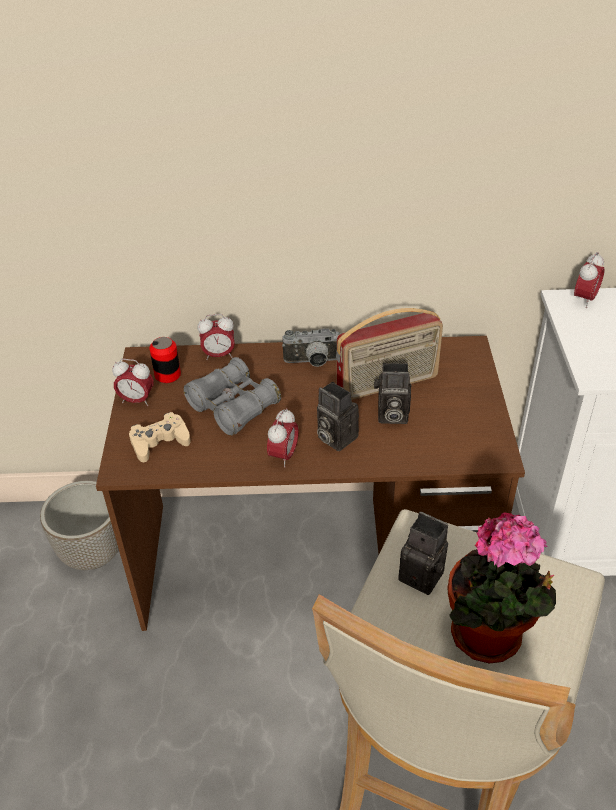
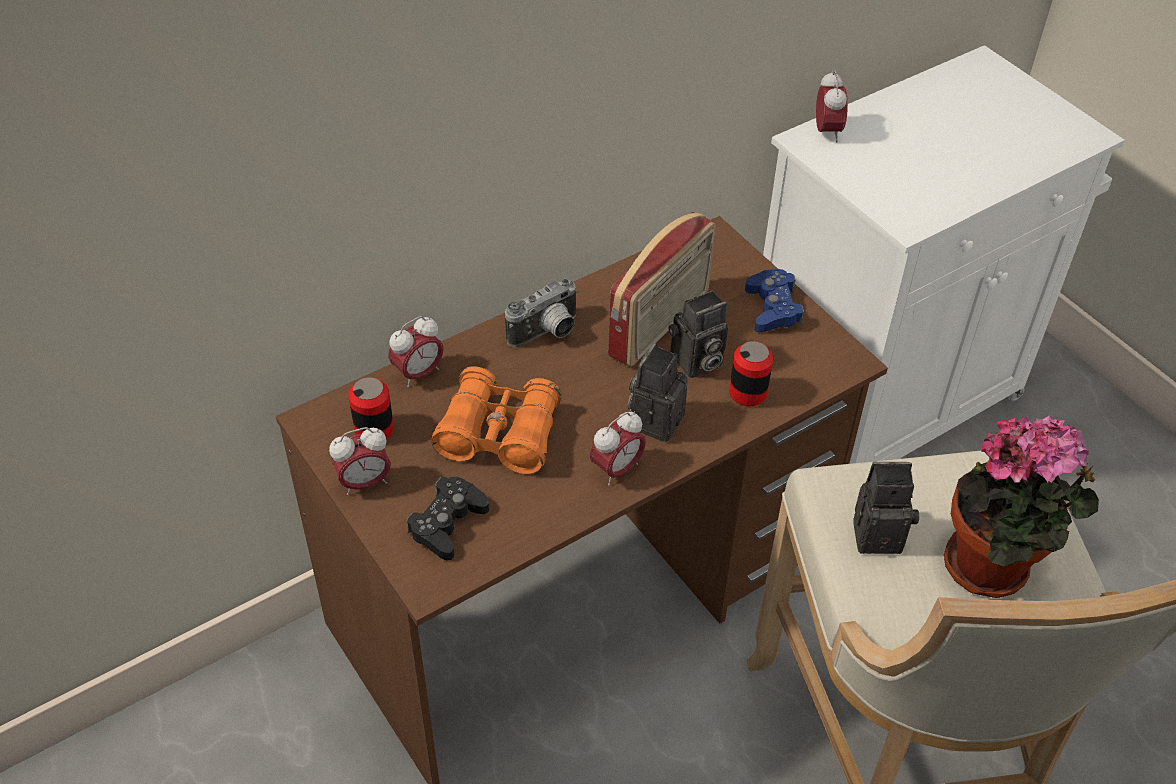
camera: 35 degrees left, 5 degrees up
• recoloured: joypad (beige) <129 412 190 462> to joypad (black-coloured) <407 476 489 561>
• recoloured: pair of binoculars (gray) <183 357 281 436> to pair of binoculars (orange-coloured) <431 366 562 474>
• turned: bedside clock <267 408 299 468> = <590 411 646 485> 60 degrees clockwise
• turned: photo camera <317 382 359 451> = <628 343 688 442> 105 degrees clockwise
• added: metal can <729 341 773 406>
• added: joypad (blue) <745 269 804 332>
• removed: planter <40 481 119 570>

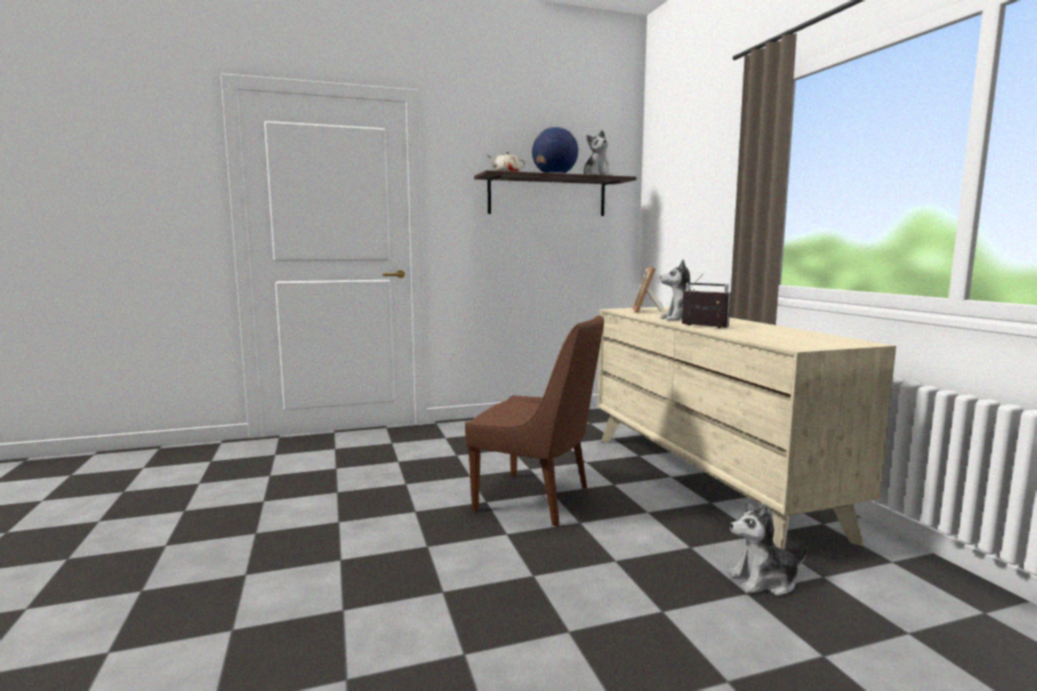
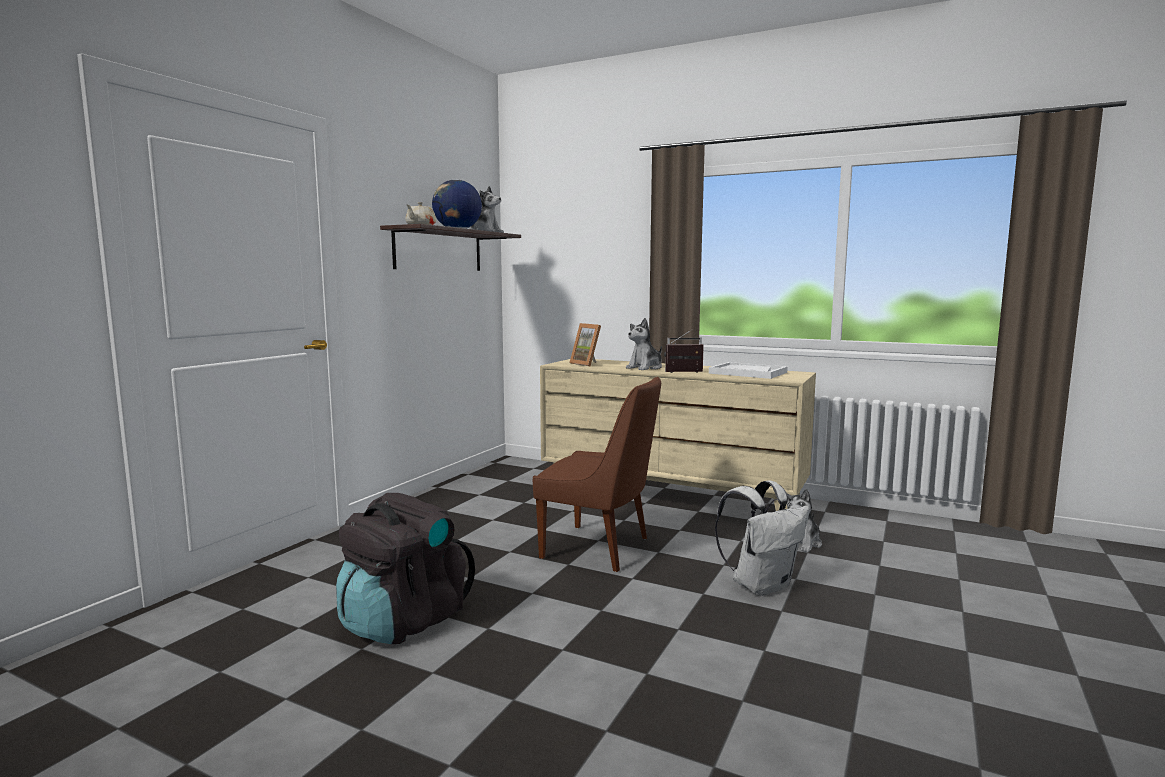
camera: 45 degrees left, 0 degrees up
• added: rucksack (black-coloured) <336 493 475 644>
• turned: plain chair (brown-coloured) <465 315 604 527> = <533 377 661 572> 45 degrees clockwise
• added: serving tray (white) <709 362 788 379>
• added: rucksack (white) <715 480 810 596>

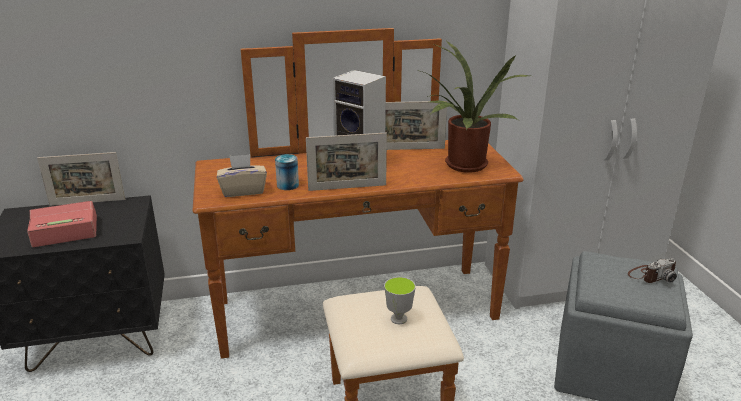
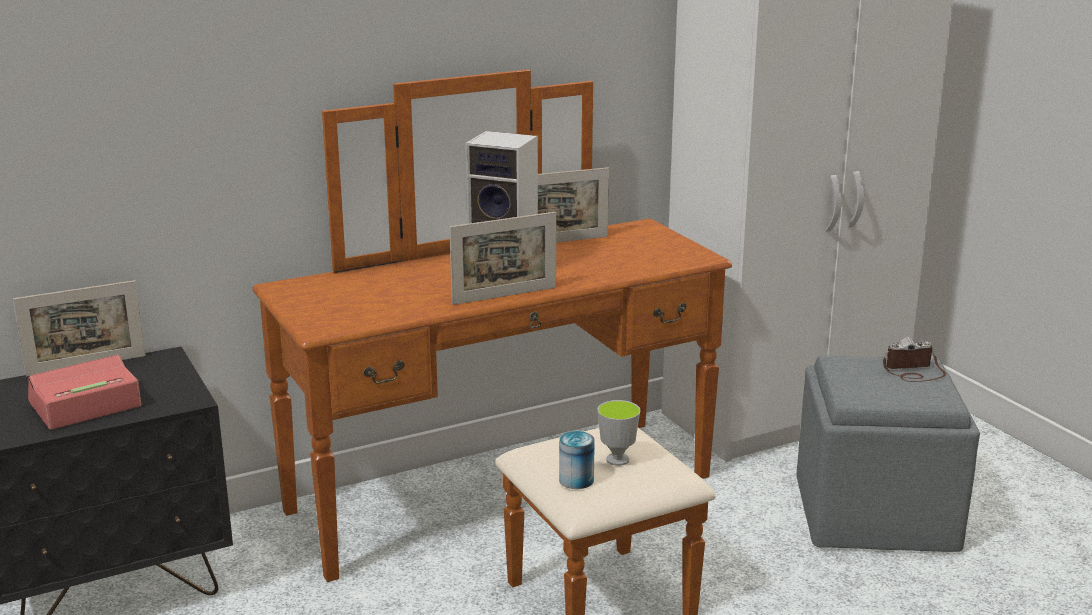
camera: 15 degrees left, 5 degrees down
• moved: metal can <275 154 299 190> to <559 431 595 489>
• turned: photo camera <628 258 677 283> = <883 337 946 382> 150 degrees counterclockwise
• removed: tissue box (beige) <217 154 267 197>
• removed: plant in a pot <416 40 530 173>

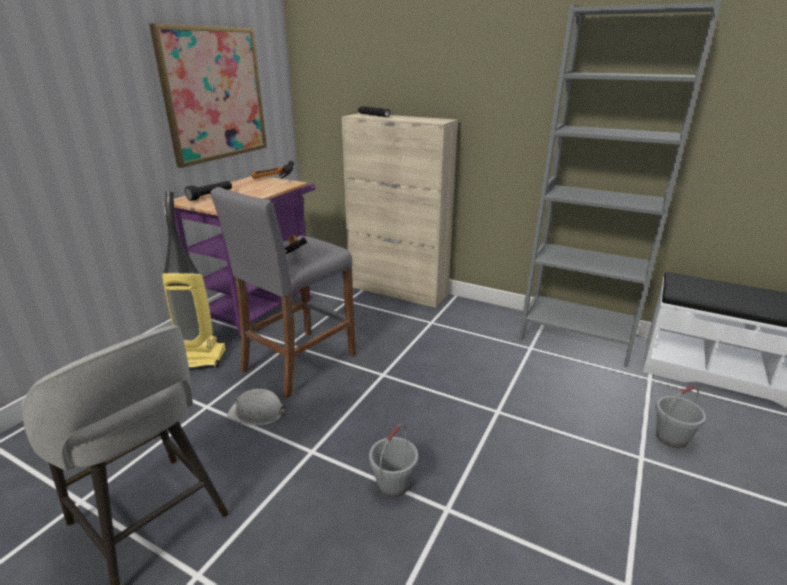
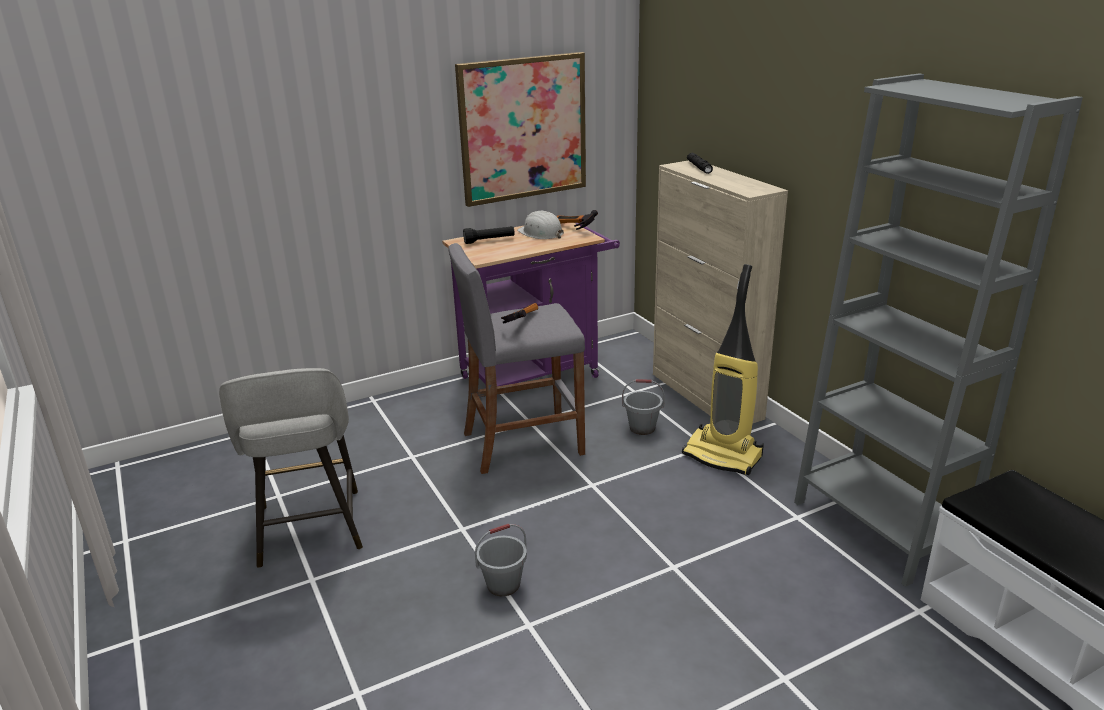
camera: 35 degrees right, 0 degrees up
• moved: safety helmet (white) <227 389 287 425> to <517 211 564 239>
• moved: water bucket (gray) <656 385 706 448> to <622 379 665 435>
• moved: hoover <162 191 227 370> to <682 264 764 475>

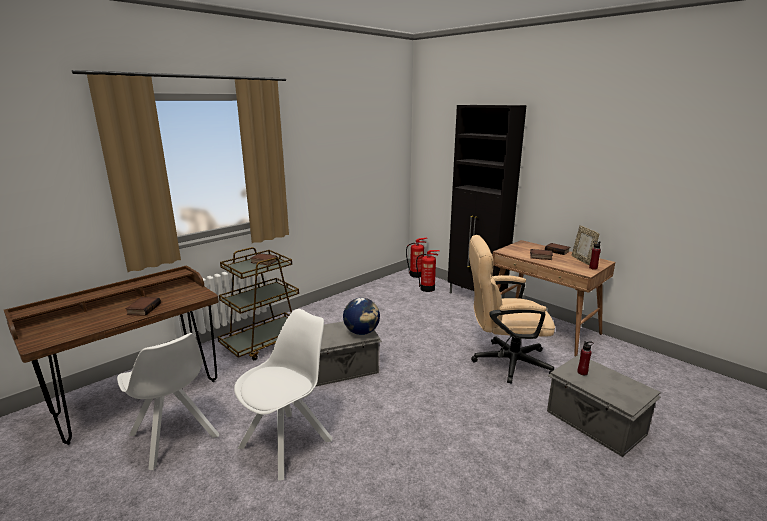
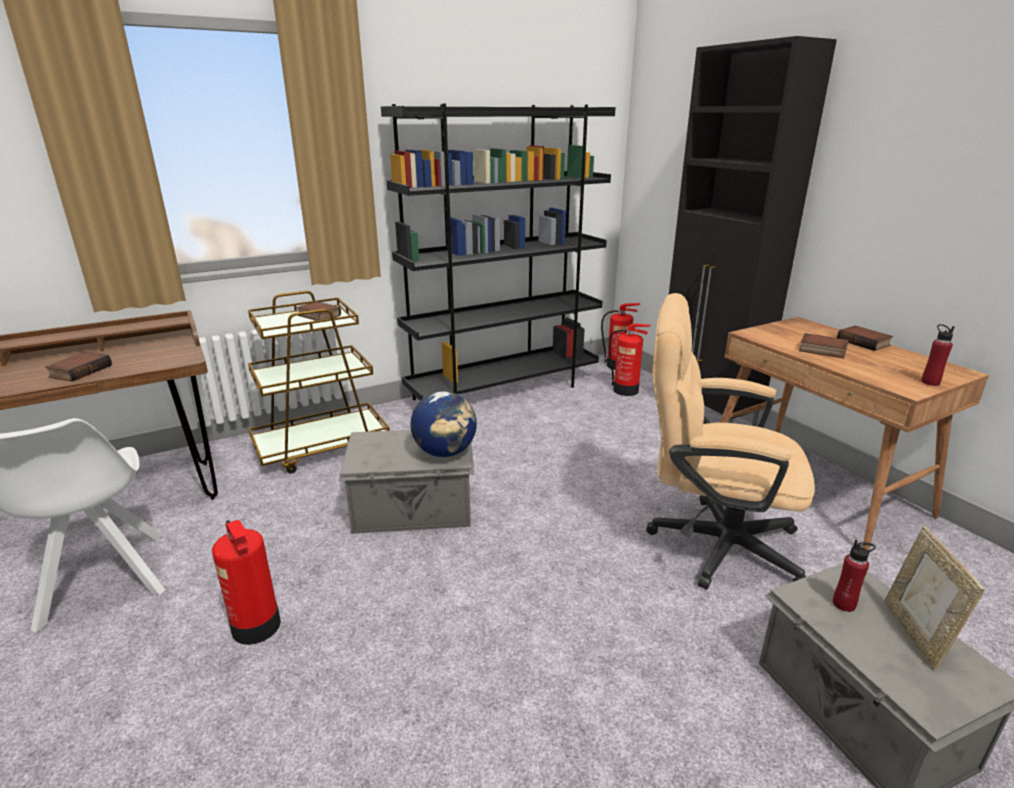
camera: 15 degrees right, 5 degrees up
• replaced: plain chair (white) <234 309 332 481> to fire extinguisher <212 520 281 645>
• added: bookcase (black-coloured) <381 103 616 401>
• moved: standing frame <571 225 599 265> to <885 526 984 670>

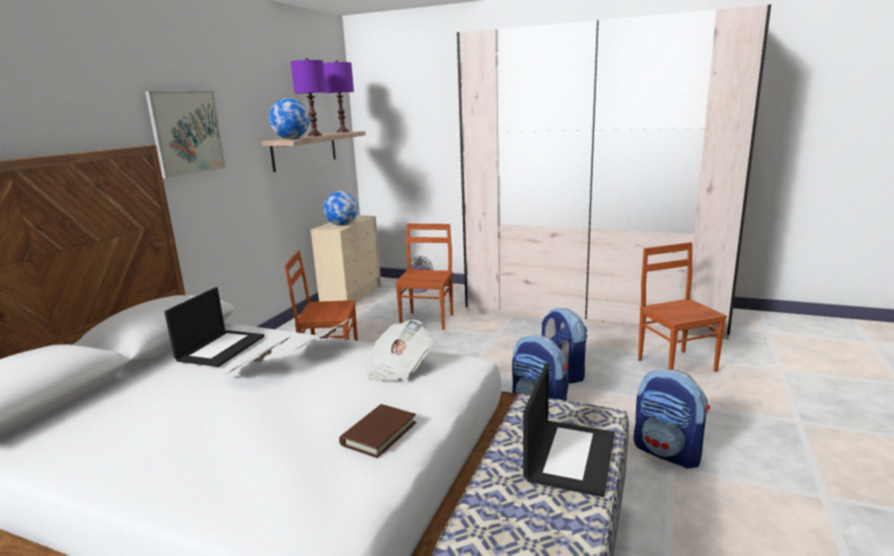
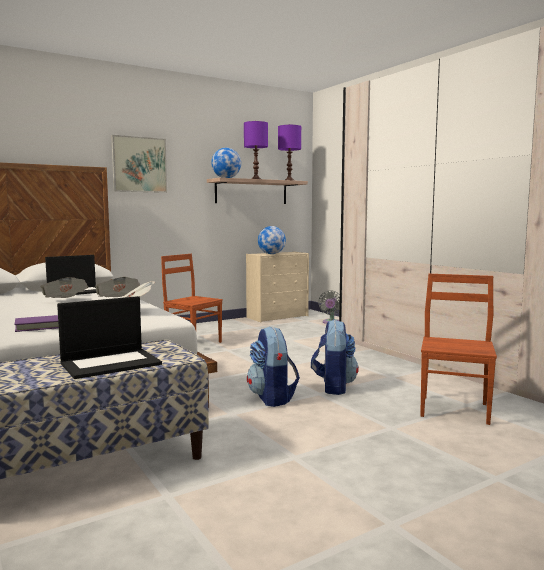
camera: 35 degrees right, 10 degrees down
• recoloured: volume (brown-coloured) <339 404 416 458> to volume (purple) <14 315 59 332>
• removed: plain chair (brown-coloured) <395 224 453 330>
• removed: rucksack <633 369 710 469>

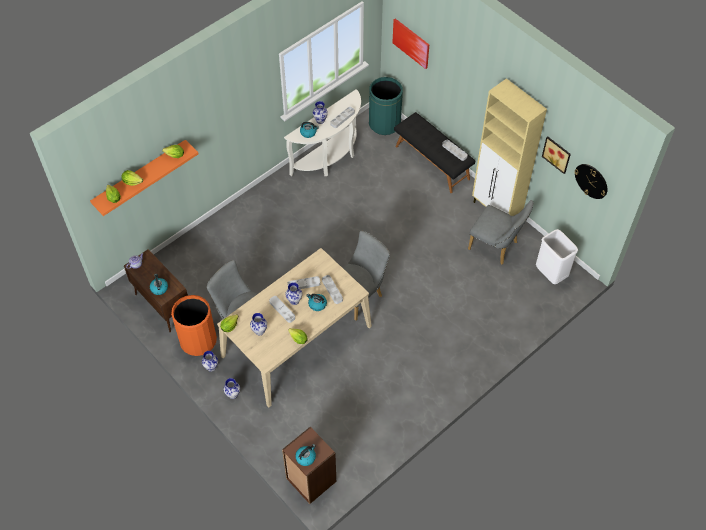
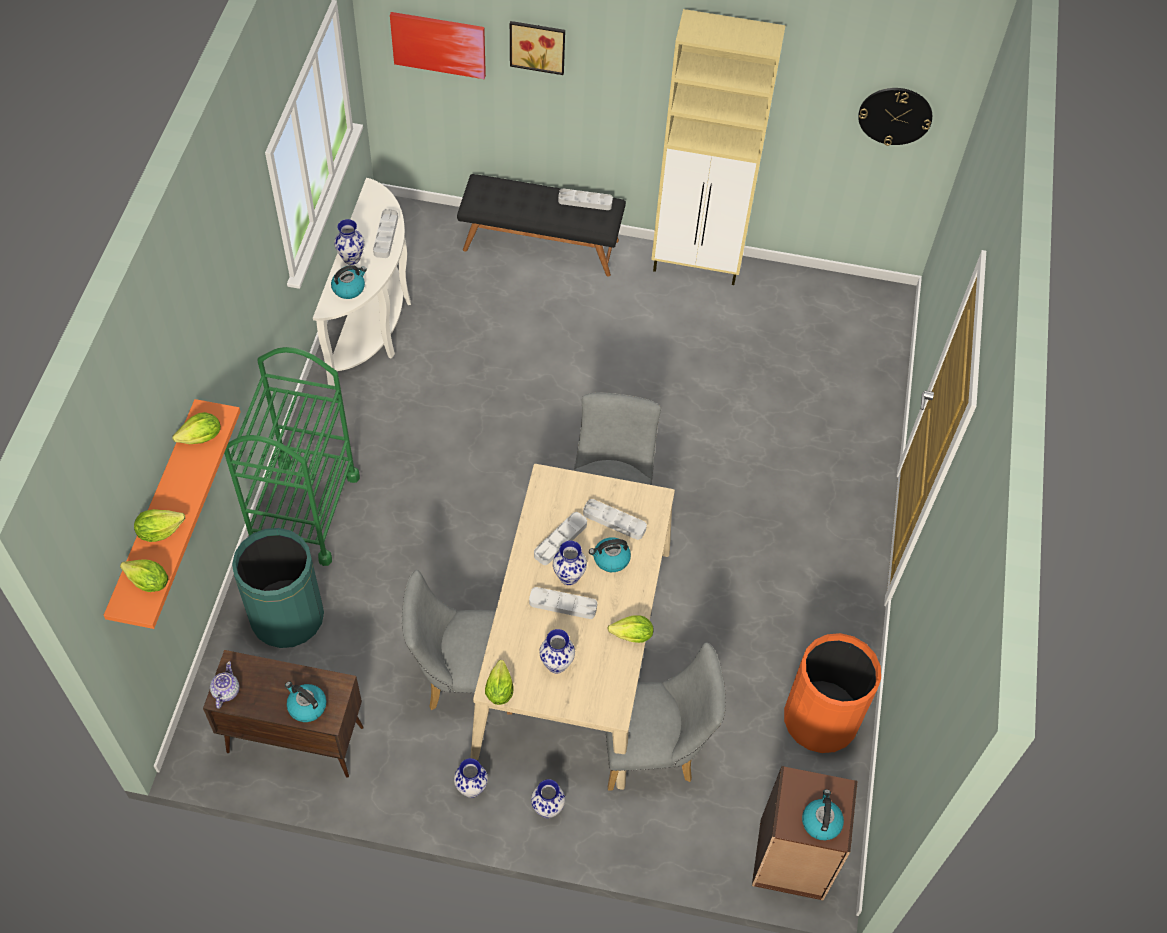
camera: 40 degrees left, 0 degrees up
• added: wheeled cart (green-coloured) <224 347 360 566>
• moved: rubbish bin (green-coloured) <369 77 403 135> to <232 528 324 648>
• moved: wall art <542 136 571 174> to <510 21 565 75>
• moved: plain chair (gray) <468 200 534 264> to <606 642 726 791>
• moved: rubbish bin (orange-coloured) <171 295 217 356> to <784 633 881 753>
• removed: rubbish bin (white) <536 229 578 284>

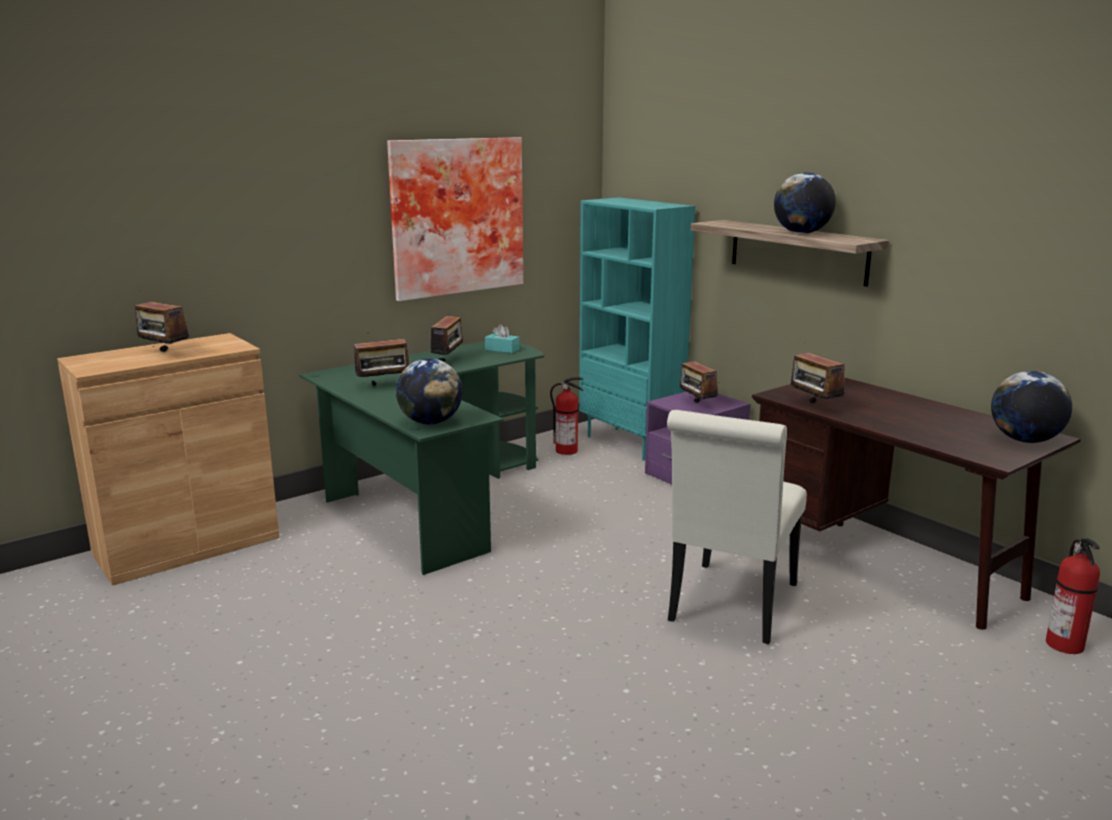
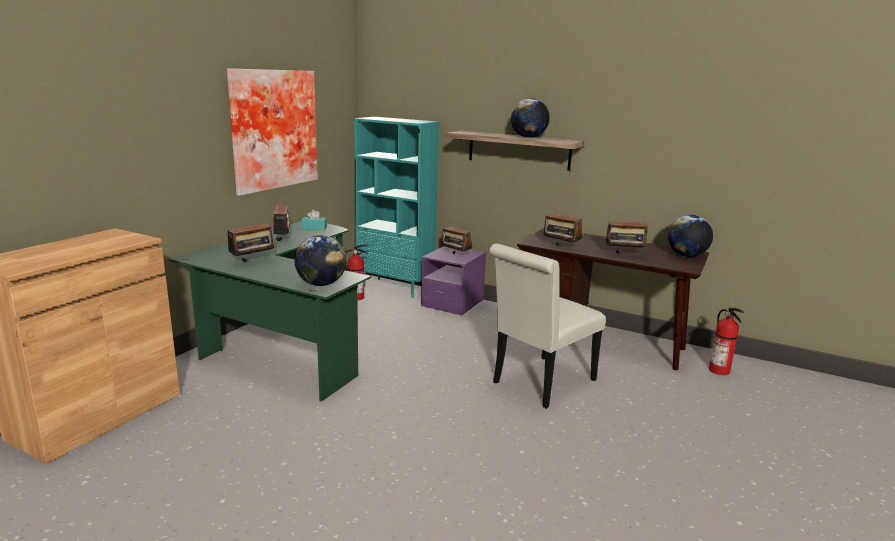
camera: 25 degrees left, 0 degrees up
• turned: plain chair (white) <667 410 807 644> = <489 244 606 408> 45 degrees clockwise
• moved: radio set <135 290 190 352> to <606 221 649 253>

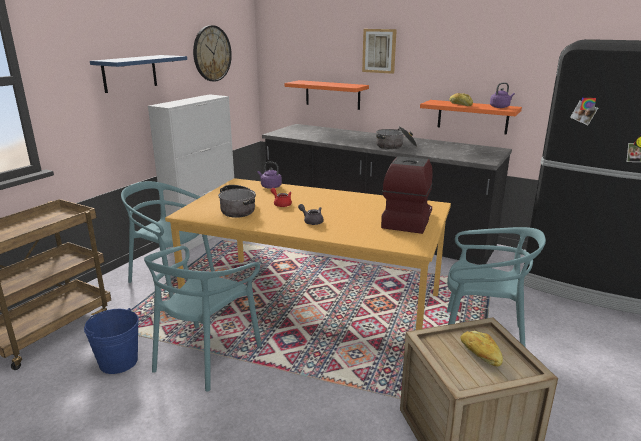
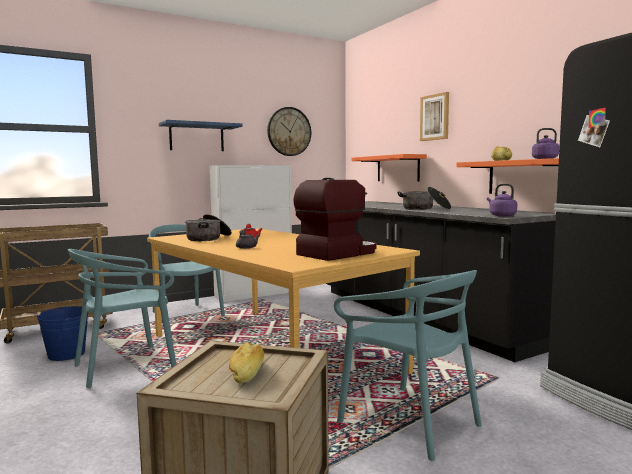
camera: 30 degrees right, 15 degrees down
• moved: tea kettle (purple) <257 162 282 189> to <487 184 517 217>

